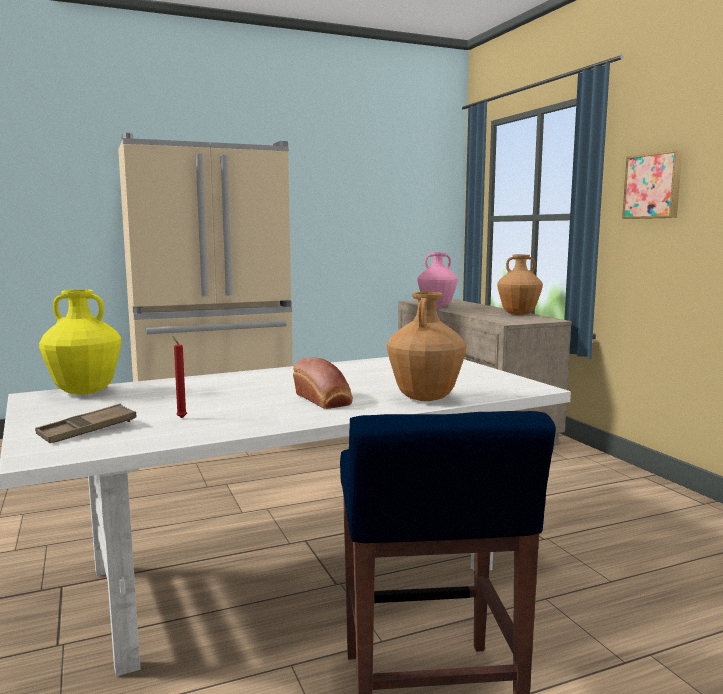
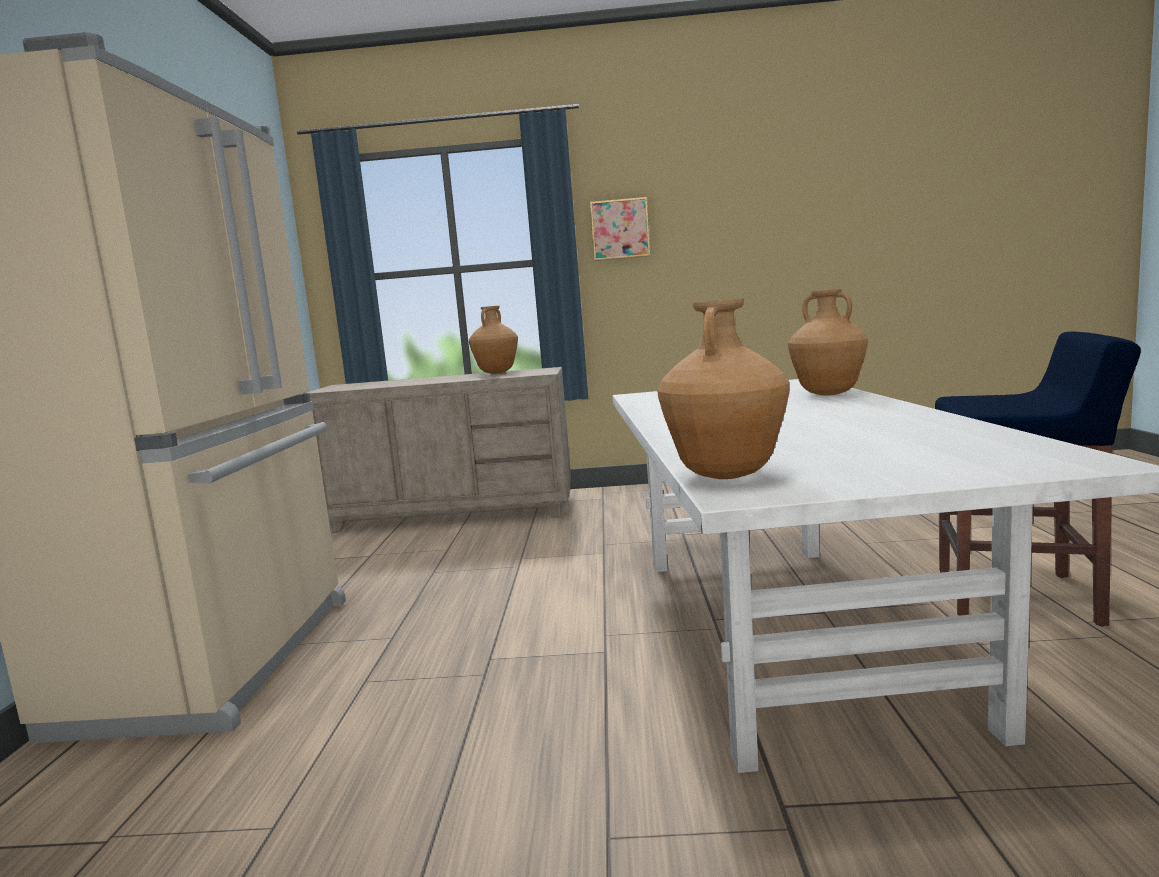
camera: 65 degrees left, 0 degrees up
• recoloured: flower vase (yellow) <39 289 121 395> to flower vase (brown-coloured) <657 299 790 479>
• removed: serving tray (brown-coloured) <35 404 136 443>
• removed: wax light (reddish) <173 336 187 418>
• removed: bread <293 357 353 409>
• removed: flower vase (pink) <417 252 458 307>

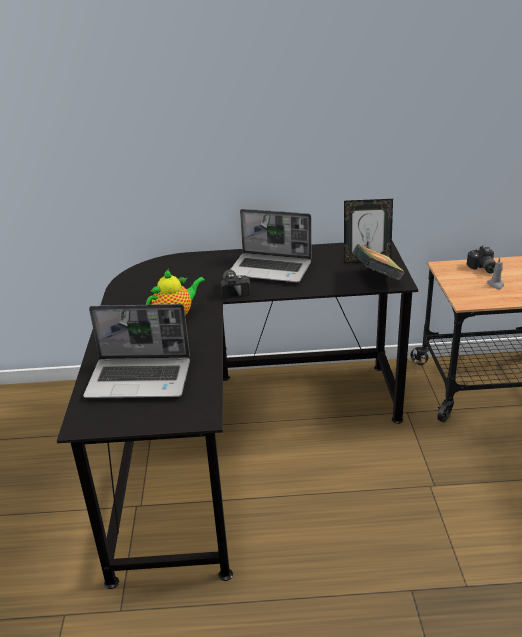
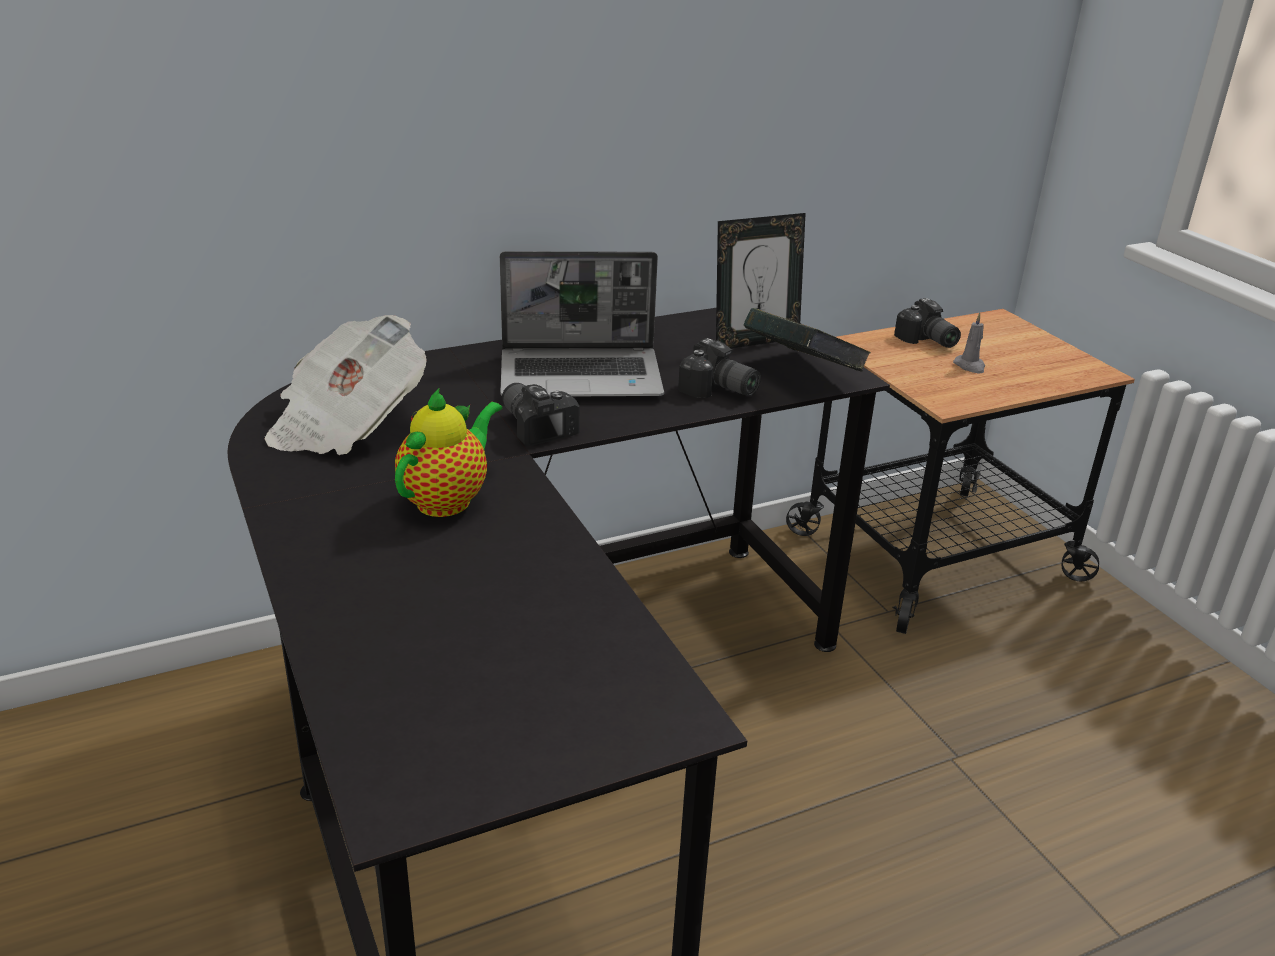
camera: 25 degrees left, 0 degrees up
• added: printed paper <265 315 427 455>
• added: photo camera <678 338 761 398>
• removed: notebook computer <83 304 190 398>

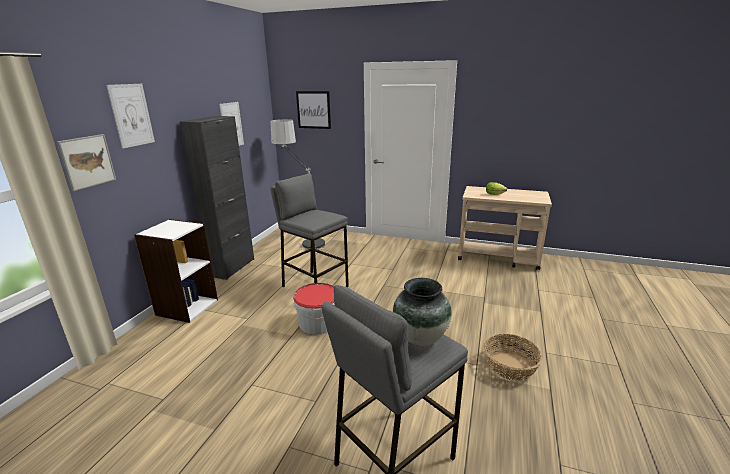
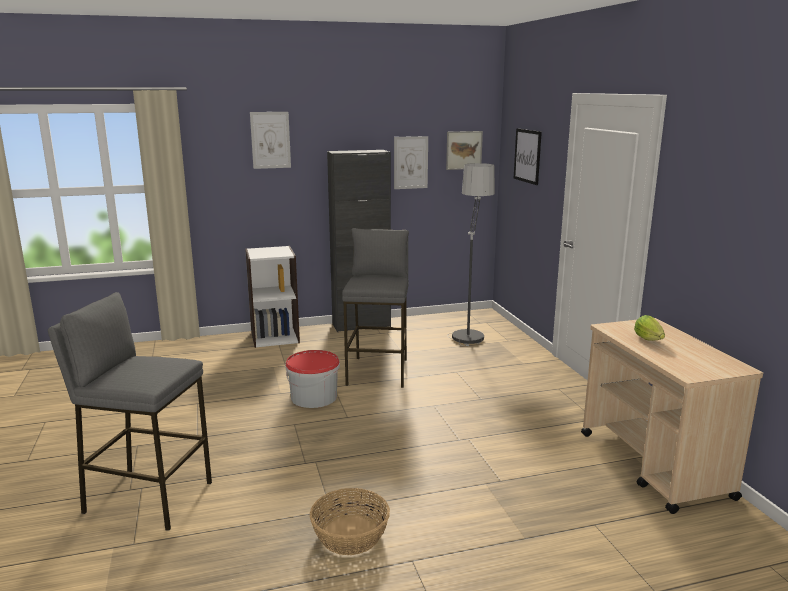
camera: 55 degrees right, 5 degrees down
• moved: wall art <57 134 116 191> to <446 131 483 170>
• removed: flower vase <393 278 452 346>

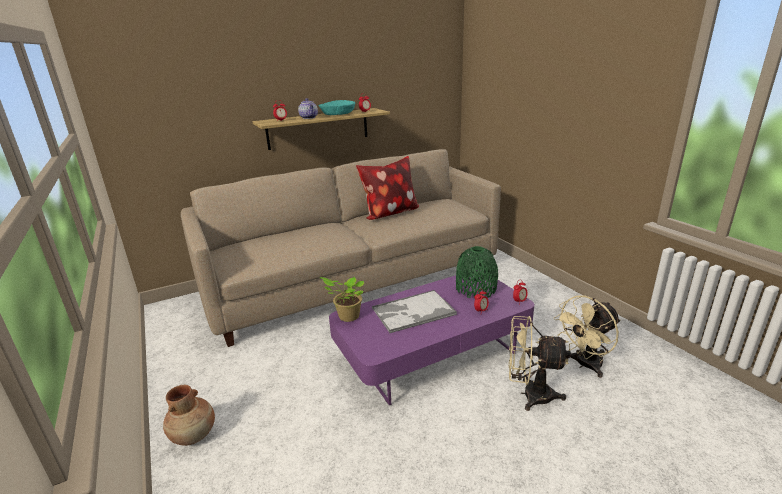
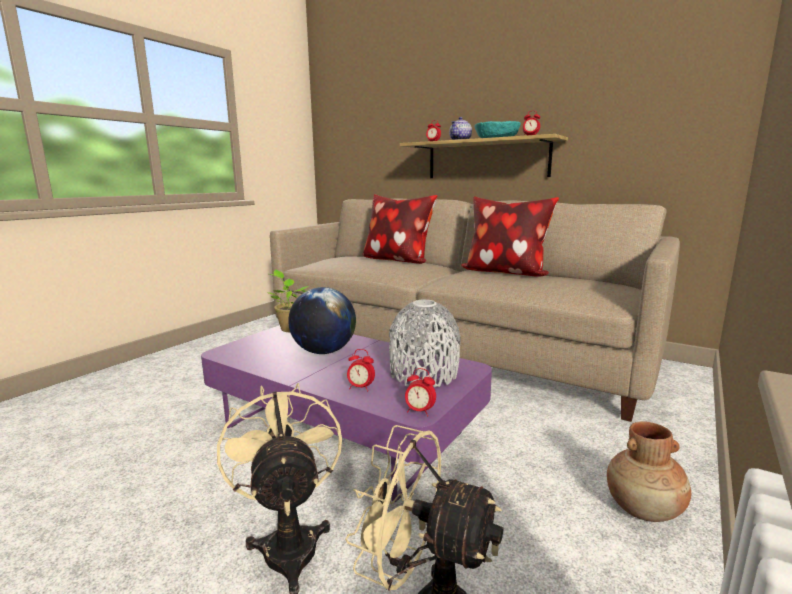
camera: 60 degrees right, 10 degrees down
• replaced: serving tray <372 290 457 333> to globe <288 287 356 354>
• added: cushion <362 194 437 264>
• recoloured: flower vase (green-coloured) <456 246 498 298> to flower vase (gray) <389 300 461 387>
• moved: flower vase (brown-coloured) <163 385 215 446> to <607 422 691 522>

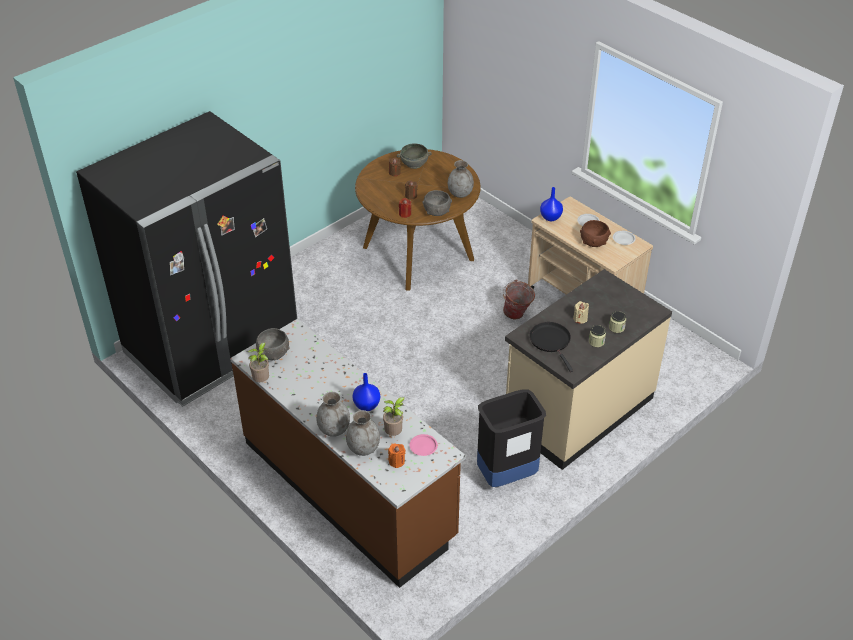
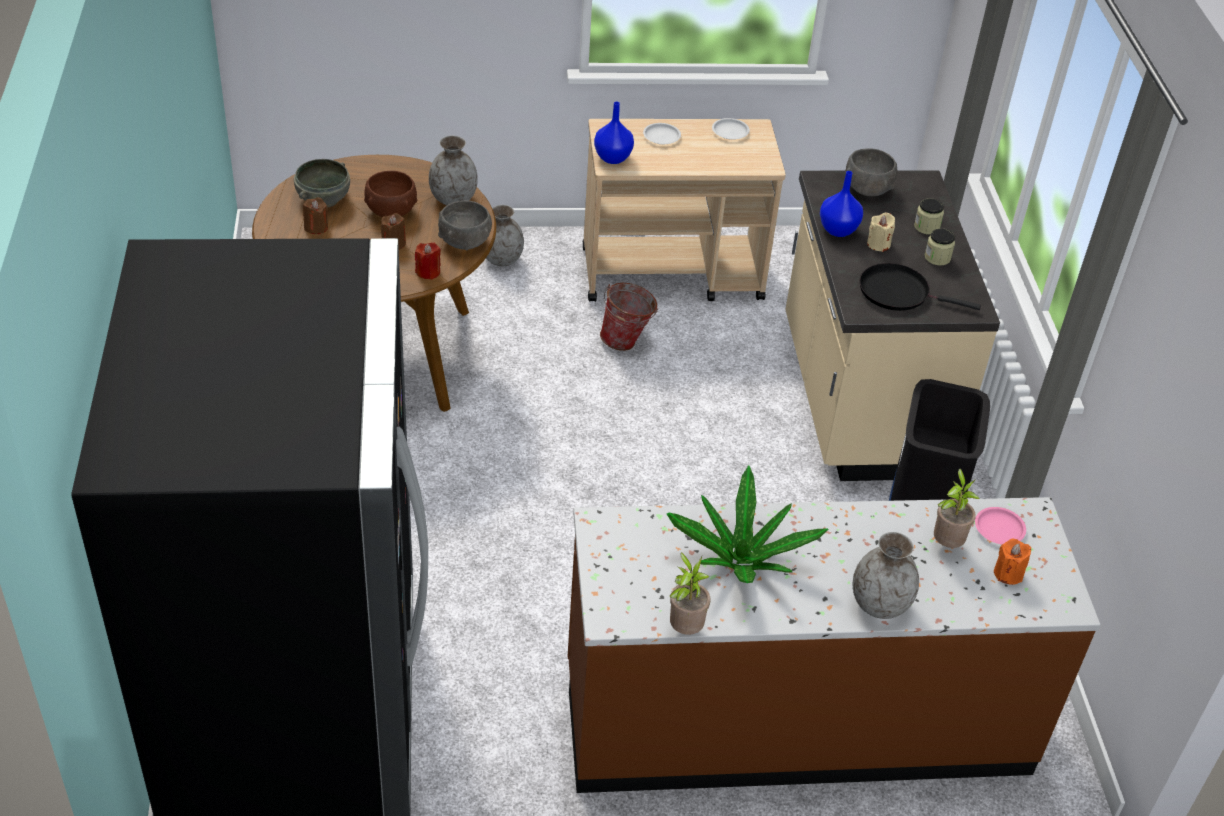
camera: 55 degrees left, 0 degrees up
• moved: deep dish (brown-coloured) <580 220 611 247> to <364 171 417 217>
• moved: flower vase (gray) <346 410 380 456> to <486 205 524 266>
• added: plant in a pot <667 465 828 583>
• moved: flower vase (blue) <352 373 380 411> to <820 171 863 237>
• moved: deep dish (gray) <256 328 290 361> to <845 148 897 196>

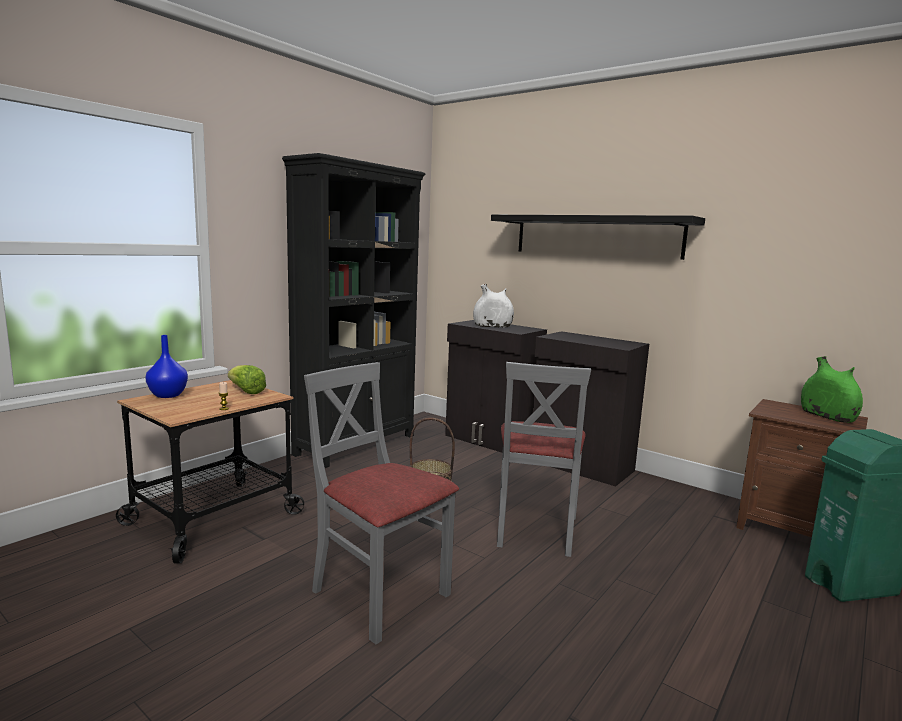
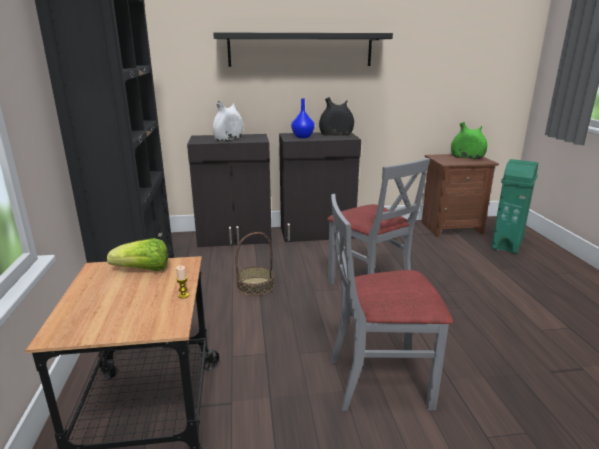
camera: 45 degrees left, 10 degrees up
• moved: flower vase (blue) <145 335 188 398> to <291 98 315 138>
• added: flower vase (black-coloured) <319 97 354 136>

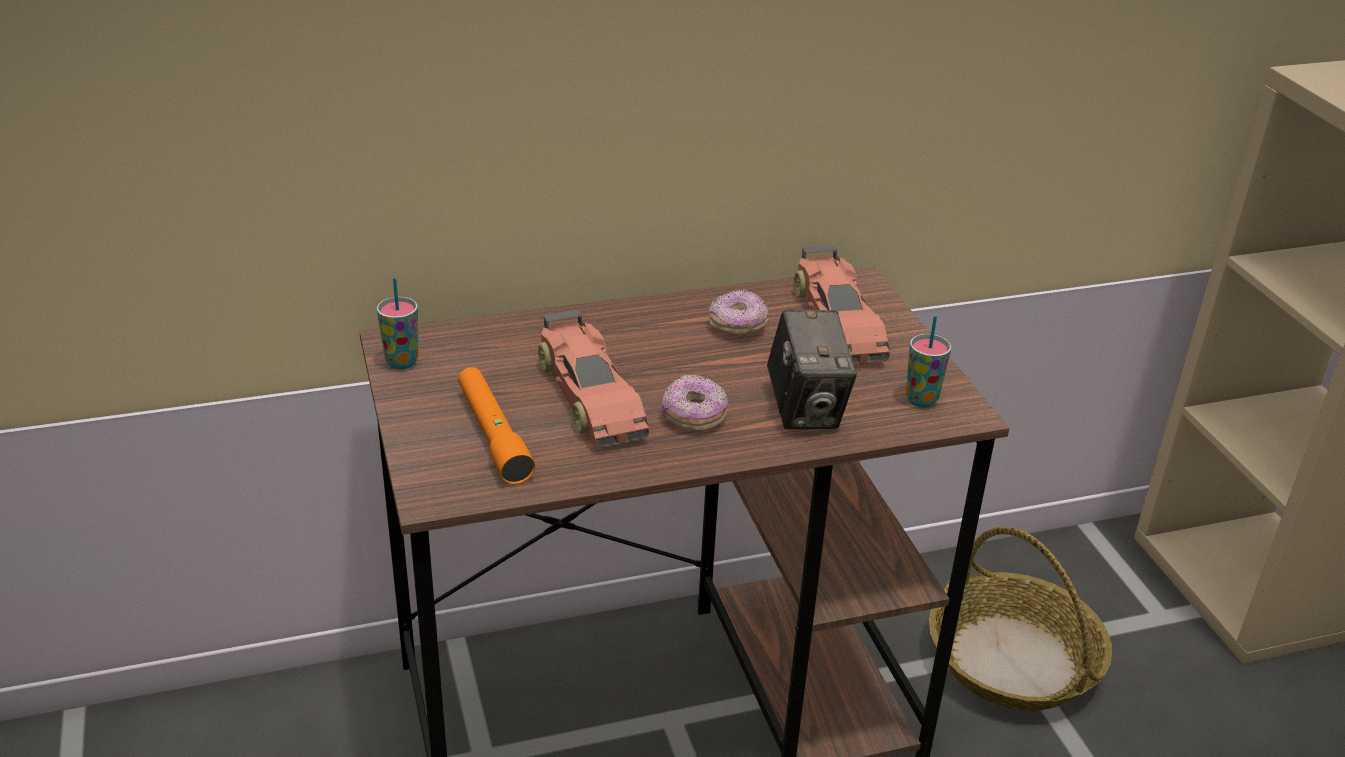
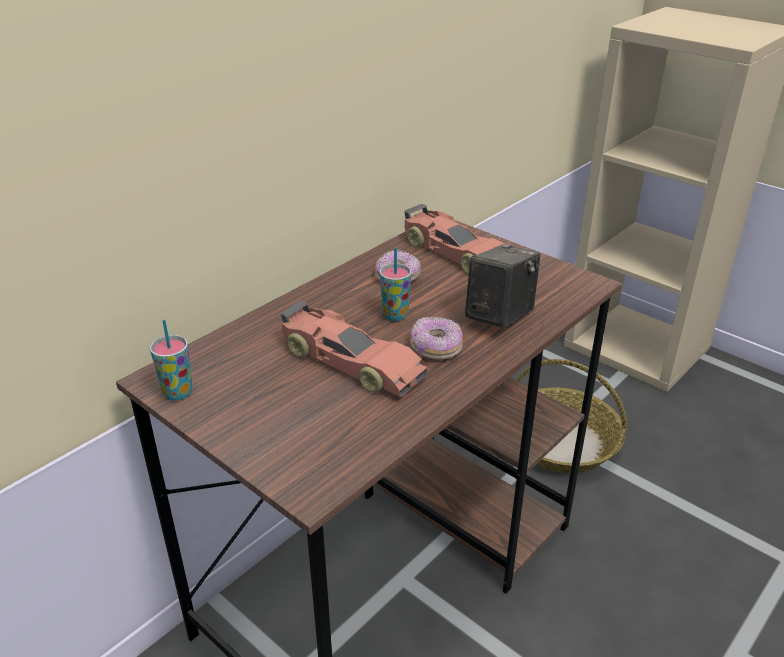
camera: 30 degrees left, 0 degrees up
• moved: small cup <906 316 951 408> to <380 248 412 321>
• turned: photo camera <767 310 857 429> = <465 244 540 328> 105 degrees counterclockwise
• removed: torch (orange-coloured) <458 367 535 484>

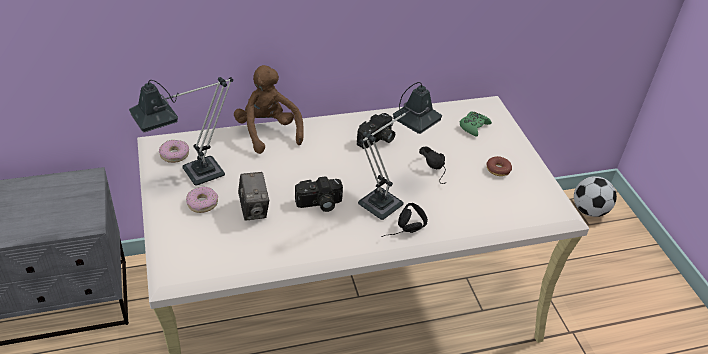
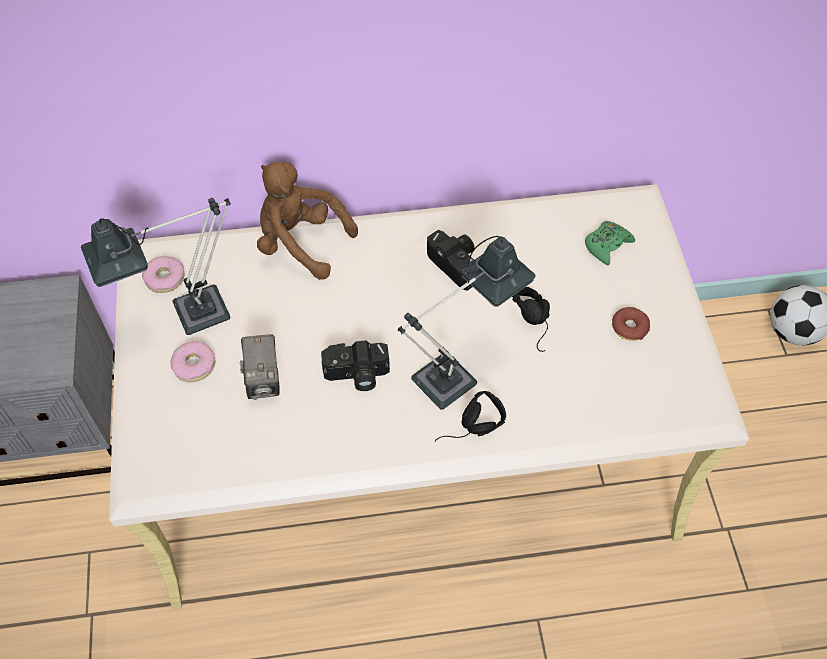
camera: 10 degrees right, 15 degrees up
• turned: soft toy (brown-coloured) <234 65 304 154> = <257 162 358 280> 45 degrees counterclockwise
• turned: photo camera <357 113 395 149> = <427 230 474 291> 90 degrees counterclockwise

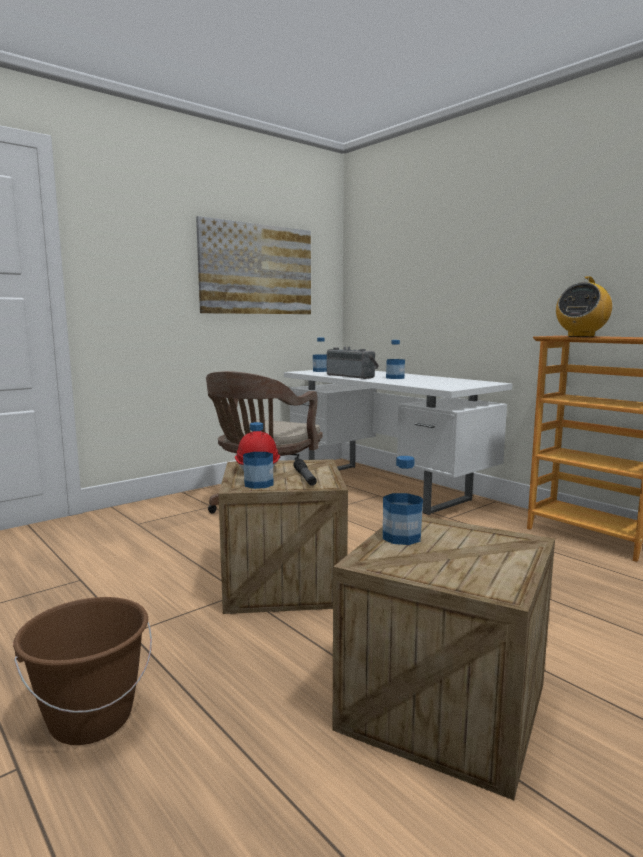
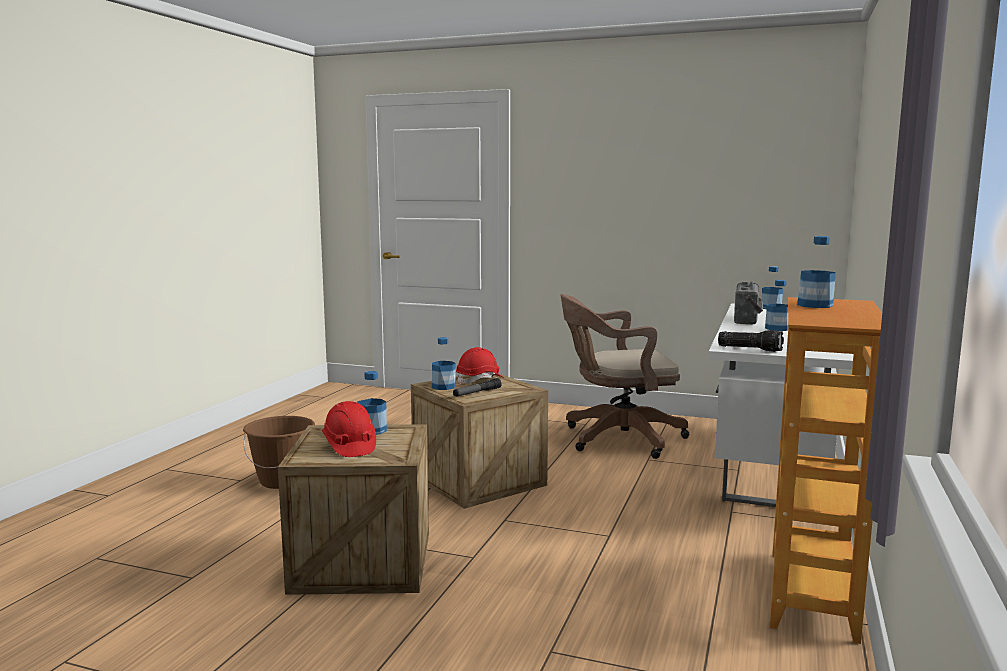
camera: 60 degrees right, 0 degrees up
• added: safety helmet (reddish) <322 401 376 457>
• added: torch <718 330 784 352>
• replaced: radio set <556 276 612 337> to bottle <797 236 836 308>
• removed: wall art <196 216 311 314>

